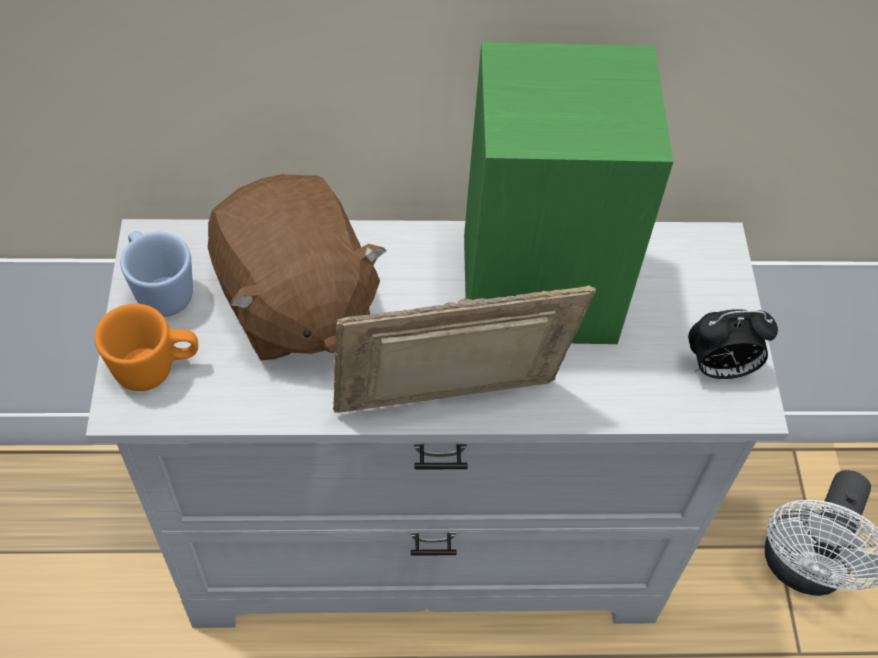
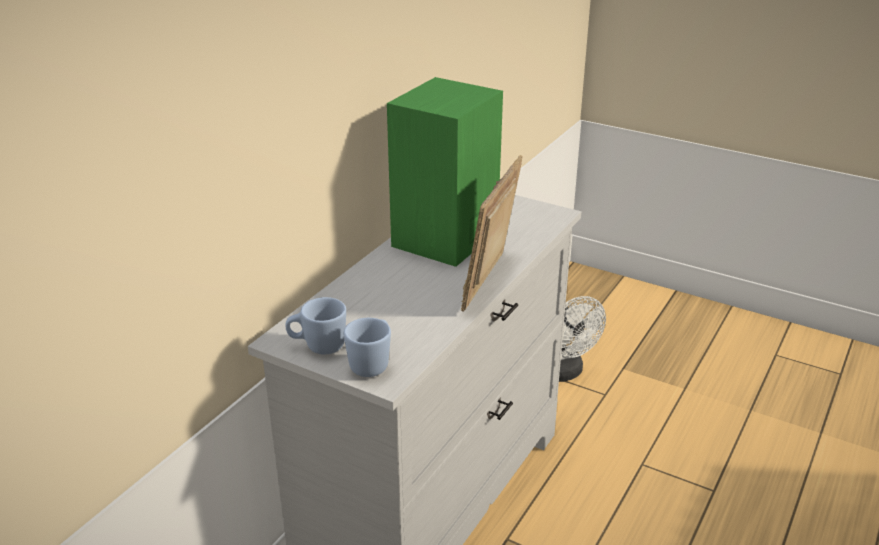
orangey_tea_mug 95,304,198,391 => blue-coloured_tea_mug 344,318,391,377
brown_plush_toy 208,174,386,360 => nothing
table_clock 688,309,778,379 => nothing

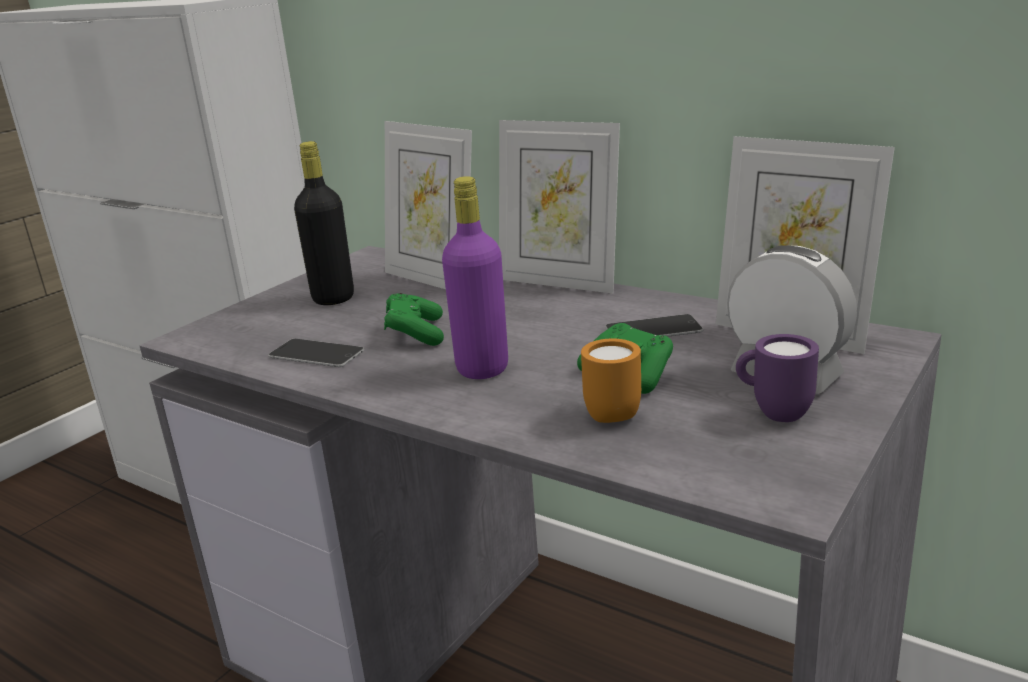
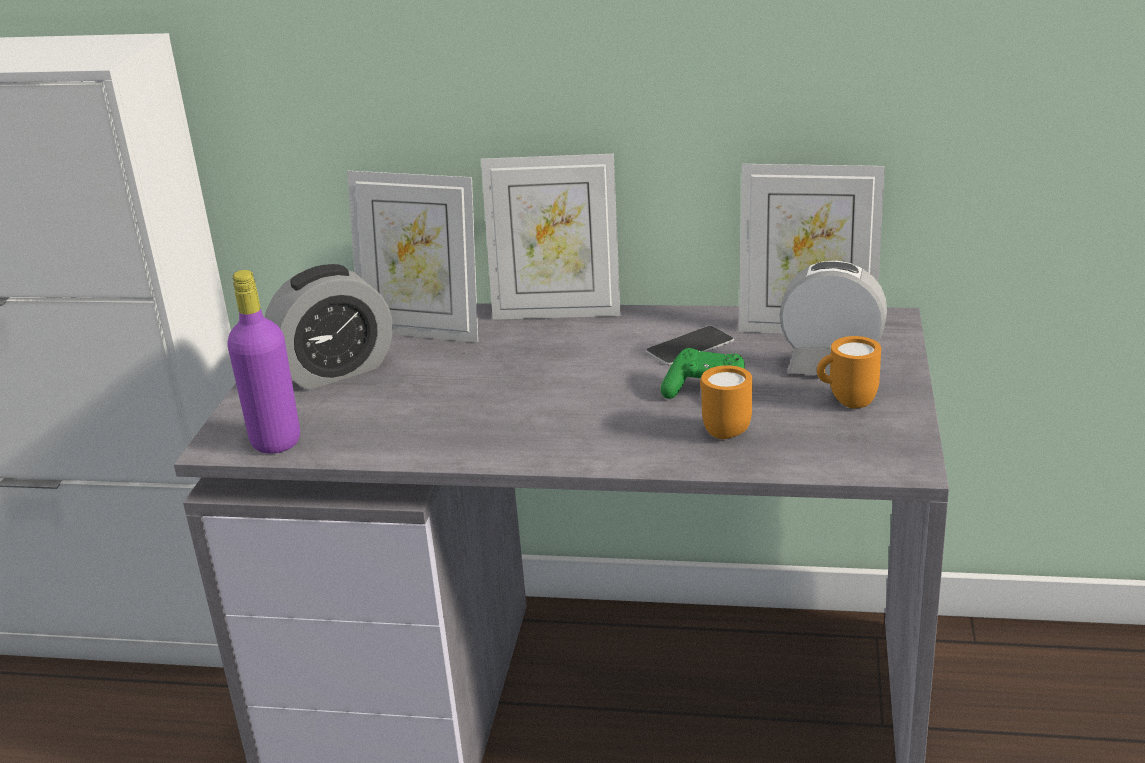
purplish_bottle 442,176,508,379 => purplish_bottle 227,270,300,454, moved
blackish_bottle 294,141,354,305 => table_clock 265,264,393,390
purplish_tea_mug 736,334,819,422 => orangey_tea_mug 817,336,881,408
handset 268,339,364,367 => nothing
green-coloured_gamepad 384,293,444,346 => nothing

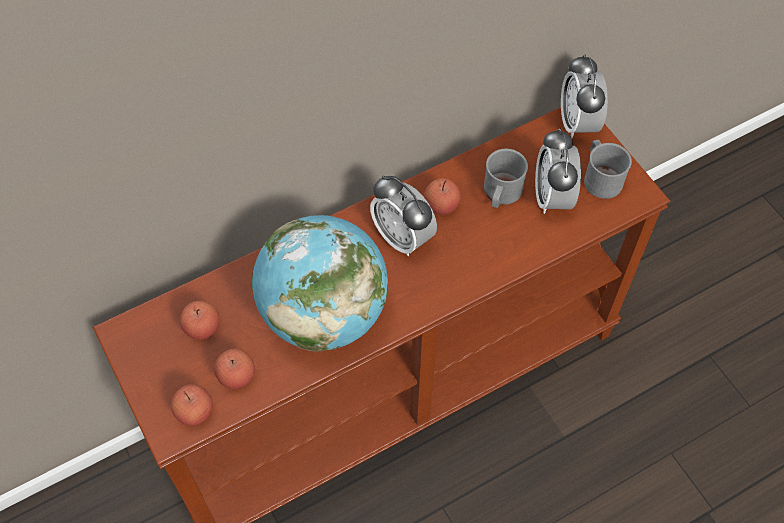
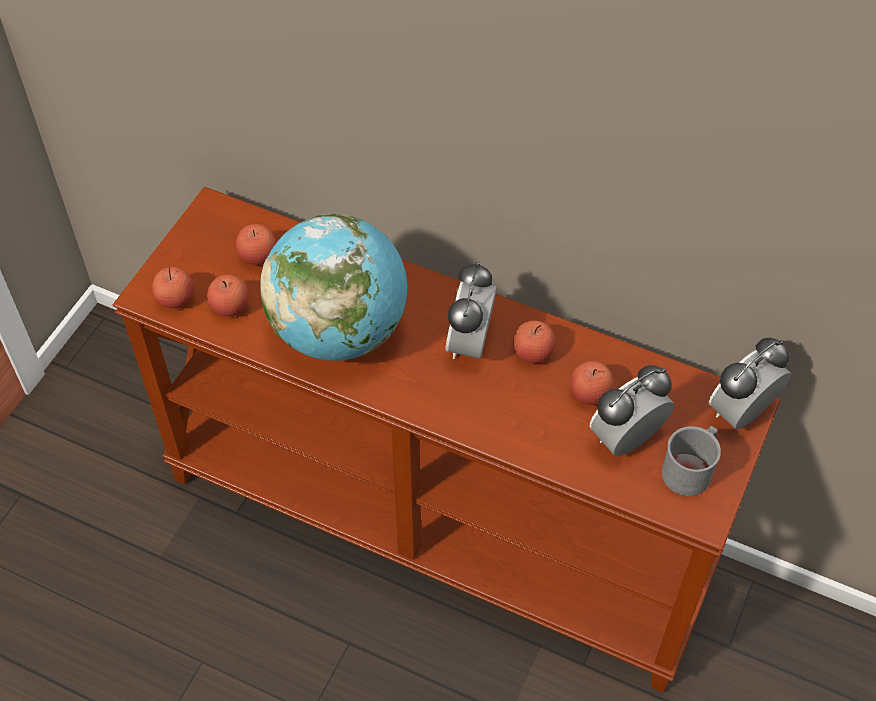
gray_tea_mug 484,149,528,208 => apple 570,361,614,405

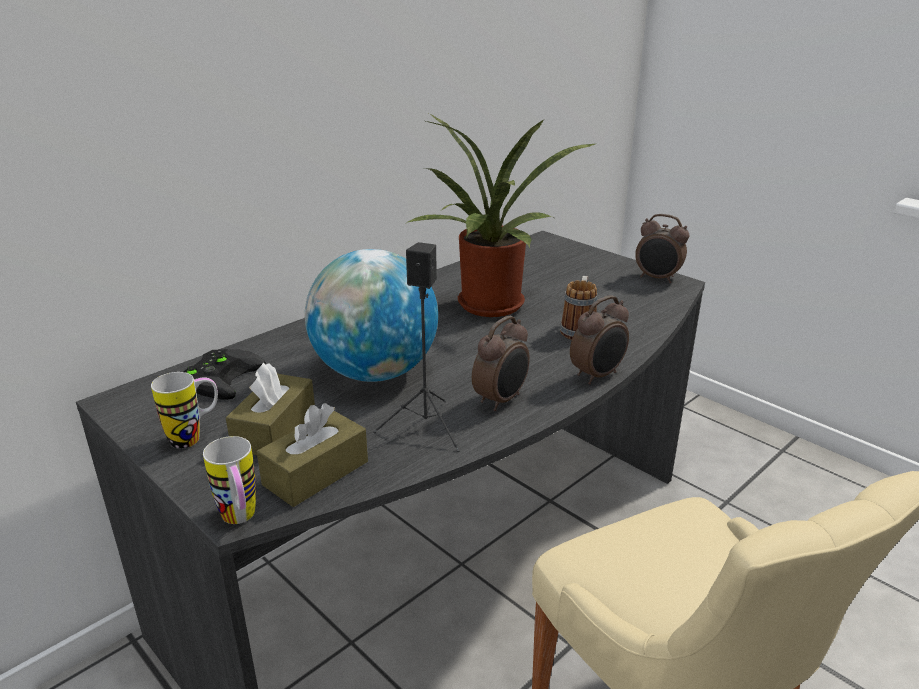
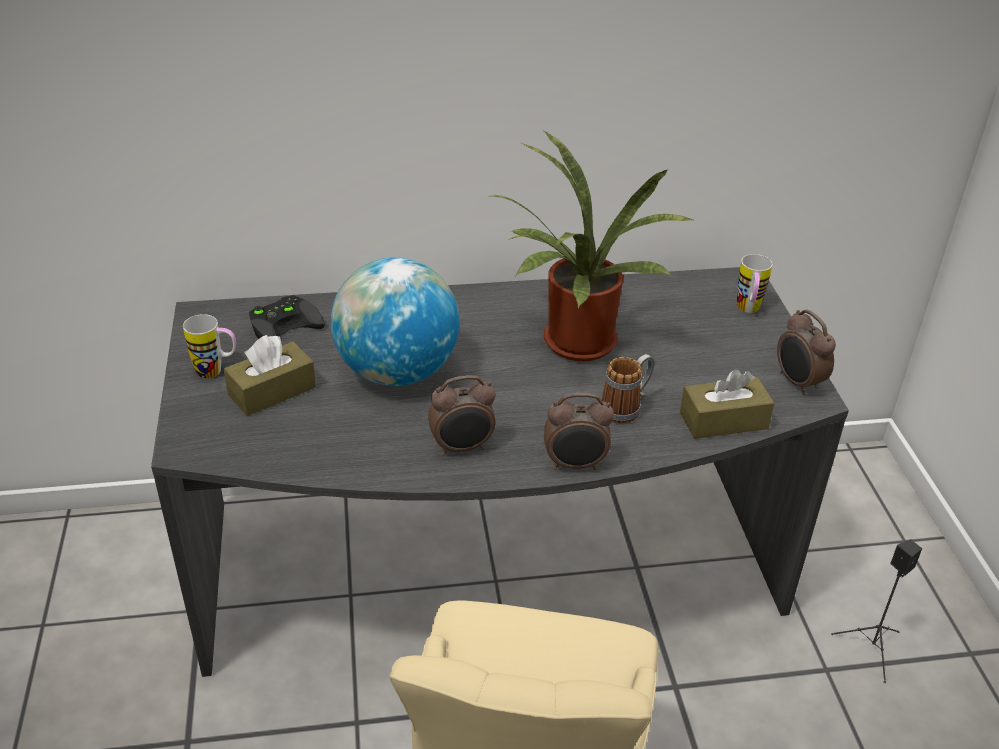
brown_box_of_tissues 257,403,368,507 => brown_box_of_tissues 680,369,774,439, moved
tea_mug 203,436,256,524 => tea_mug 737,254,773,313, moved
blackish_speaker 373,242,460,452 => blackish_speaker 831,539,922,683, moved

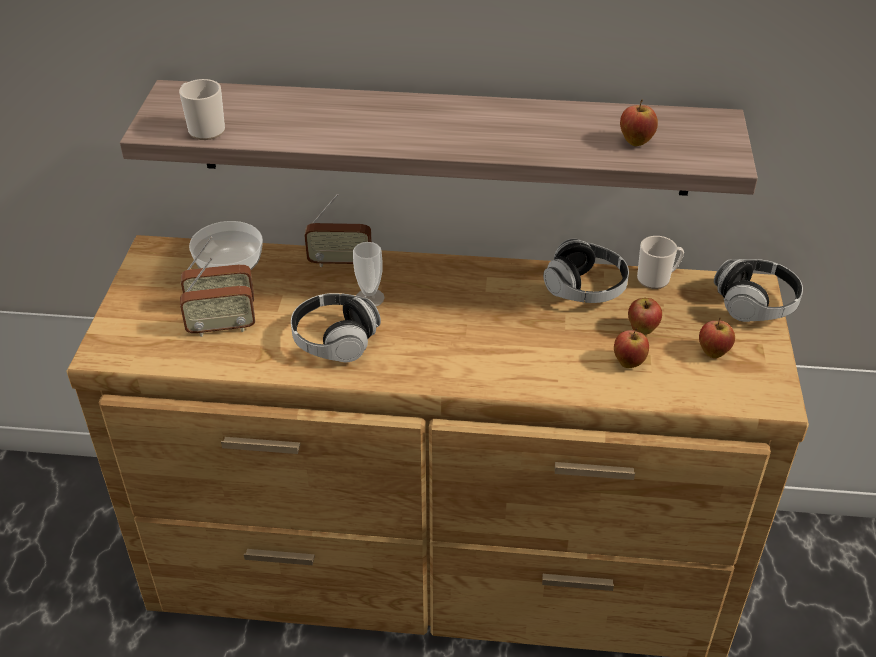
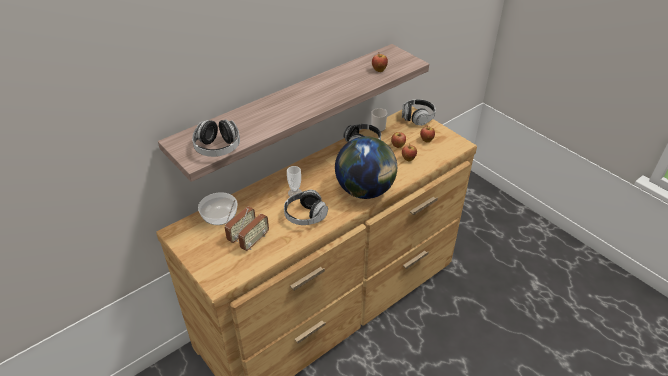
tea_mug 179,79,225,140 => headphones 192,120,240,157
nothing => world_globe 335,136,397,199
radio 304,194,372,267 => nothing

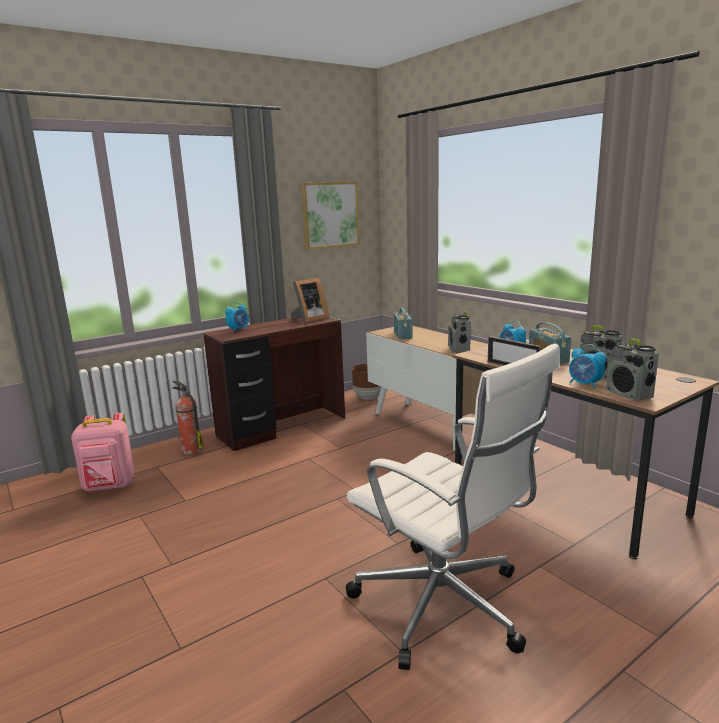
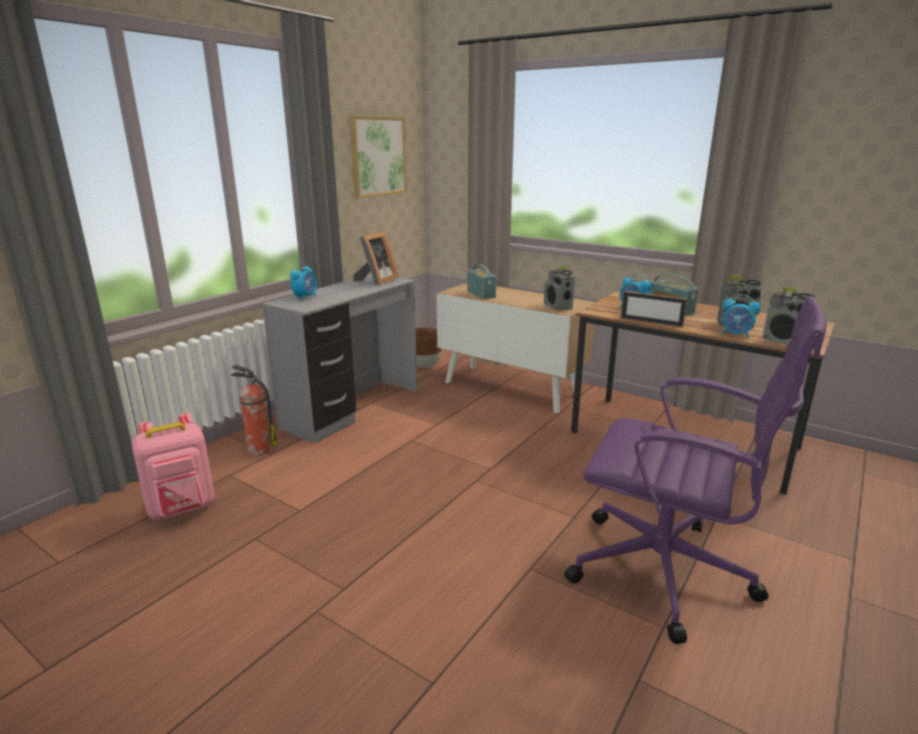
brown_desk_table 203,316,345,451 => gray_desk_table 262,274,417,444
white-coloured_computer_chair 346,344,560,670 => purplish_computer_chair 564,296,827,644

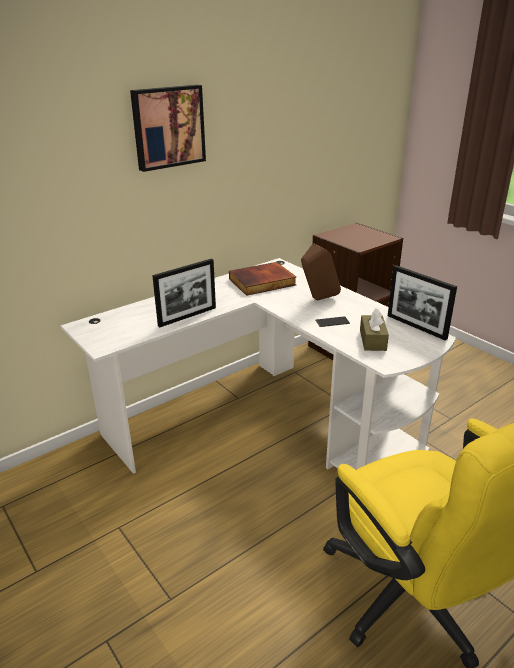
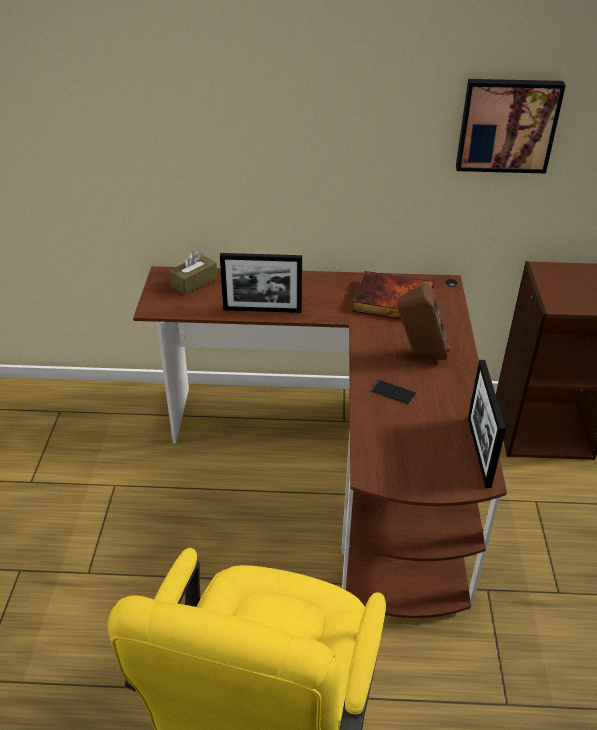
white-coloured_desk_table 60,258,456,474 => brown_desk_table 133,266,507,618
brown_box_of_tissues 360,308,389,351 => brown_box_of_tissues 169,250,218,295, moved
picture 130,85,206,172 => picture 456,79,566,173, moved

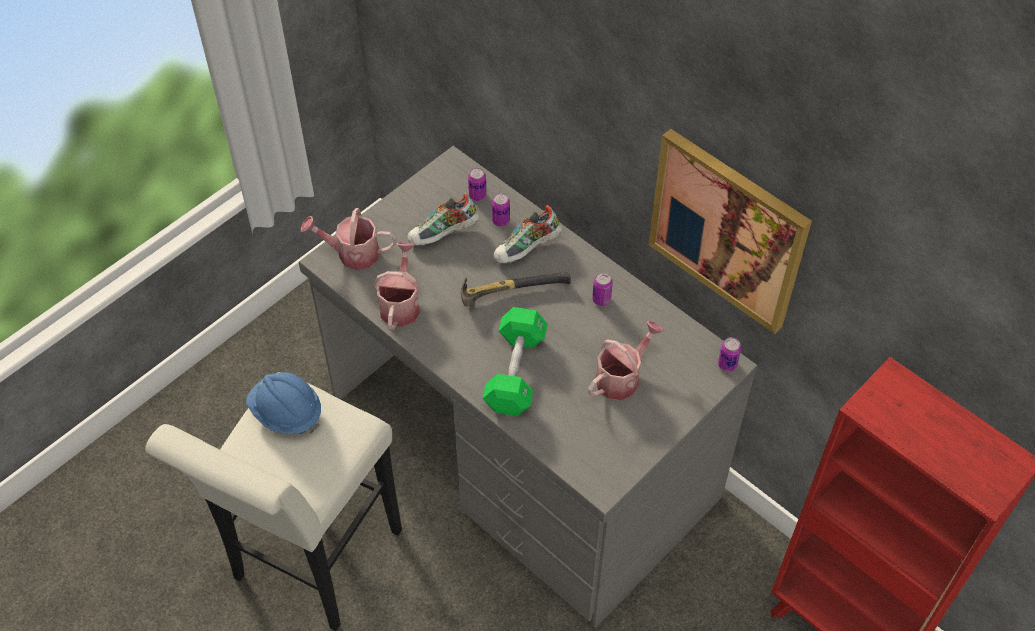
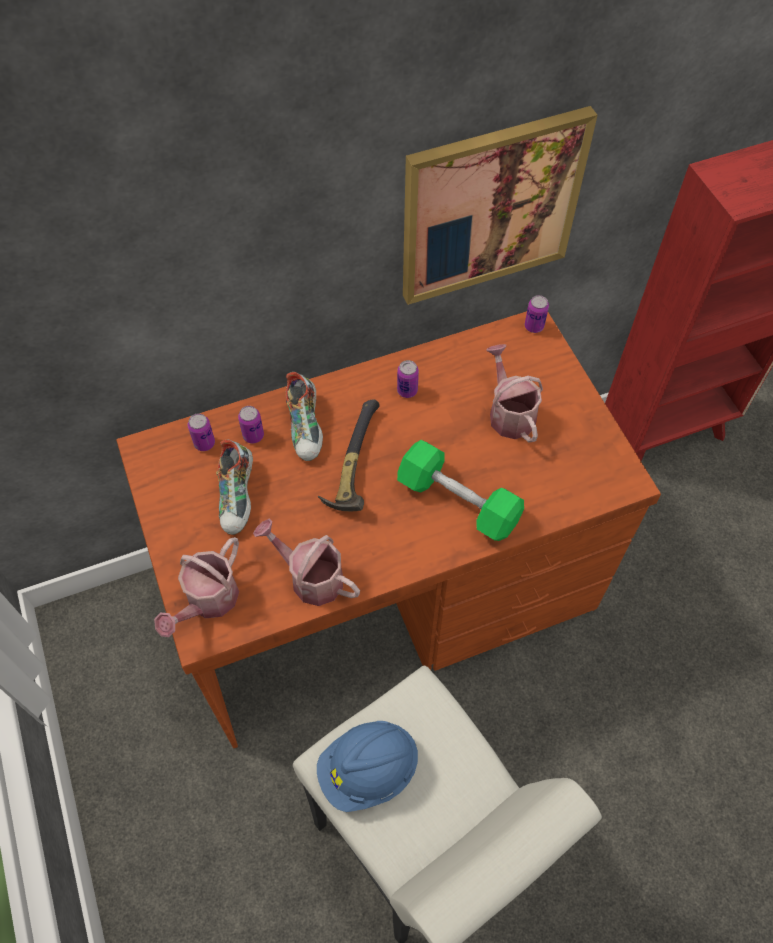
gray_desk_table 299,146,757,628 => brown_desk_table 116,311,661,748

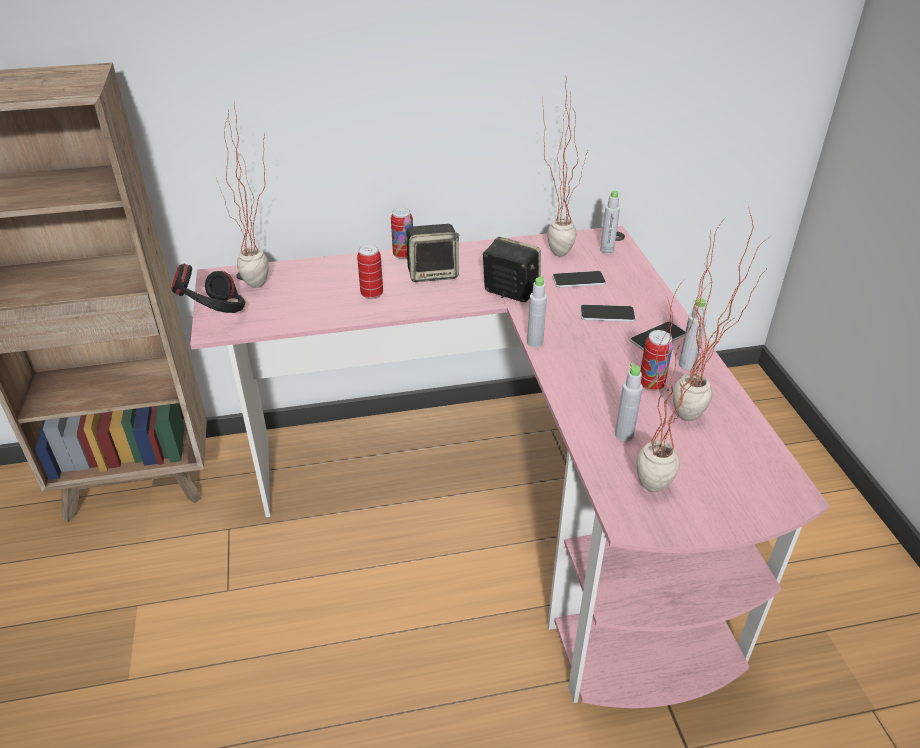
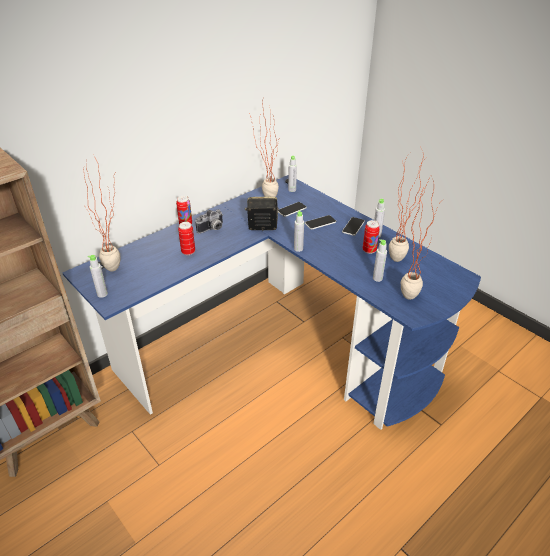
pink_desk_table 190,226,829,708 => blue-coloured_desk_table 62,175,481,430
blackish_headphones 171,264,245,313 => gray_bottle 88,255,108,298
speaker 404,224,459,282 => photo_camera 195,209,223,234

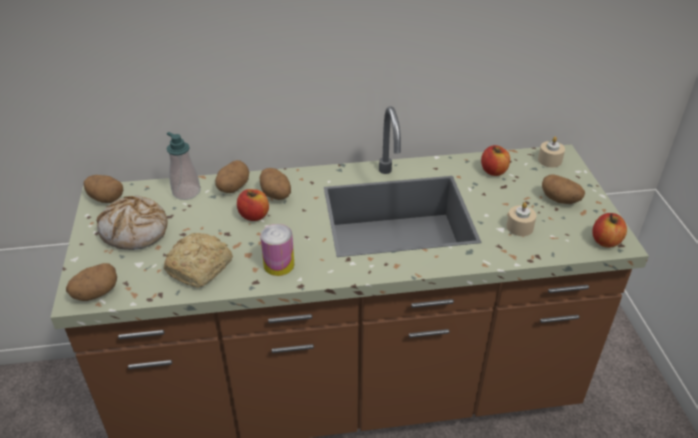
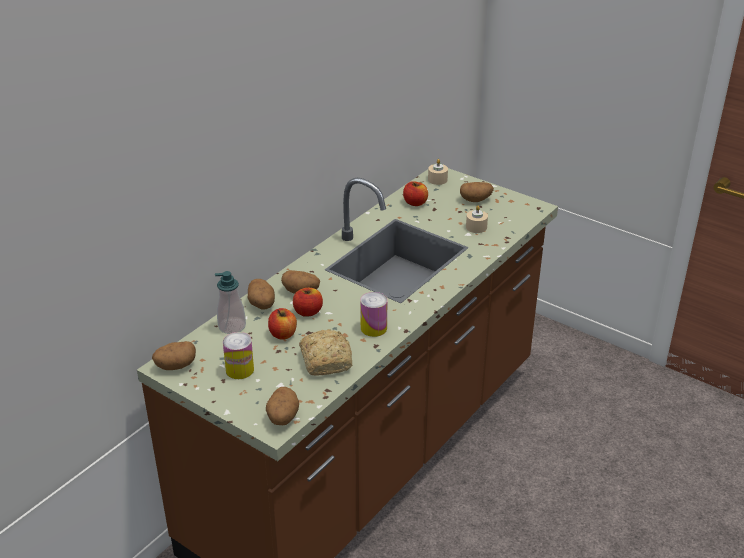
bakery_bread 96,196,168,250 => sealed_can 223,332,254,379
apple 592,213,627,248 => apple 268,308,297,340, moved

